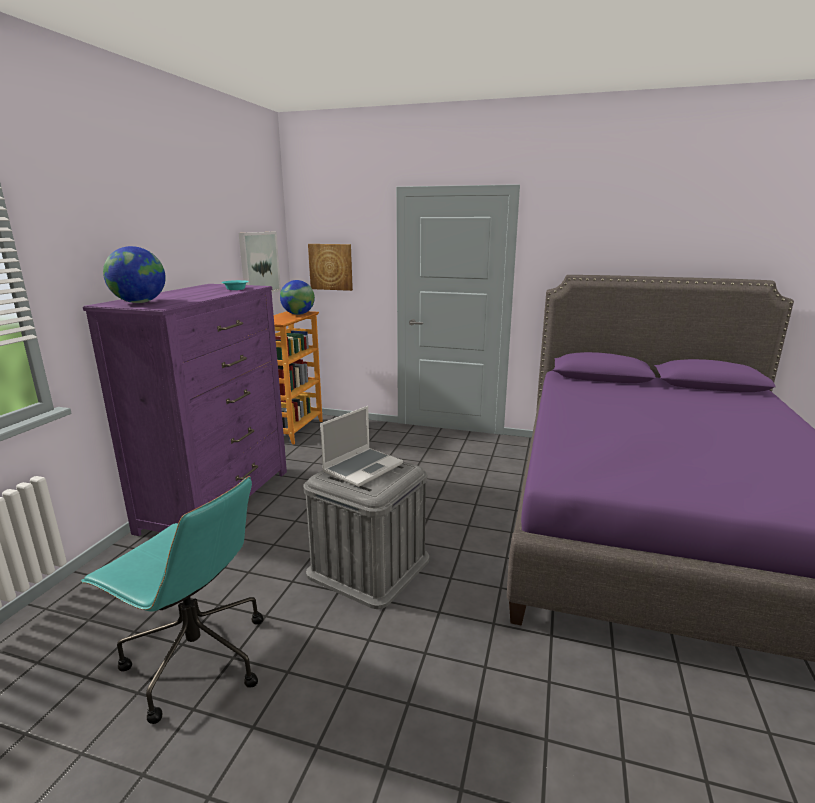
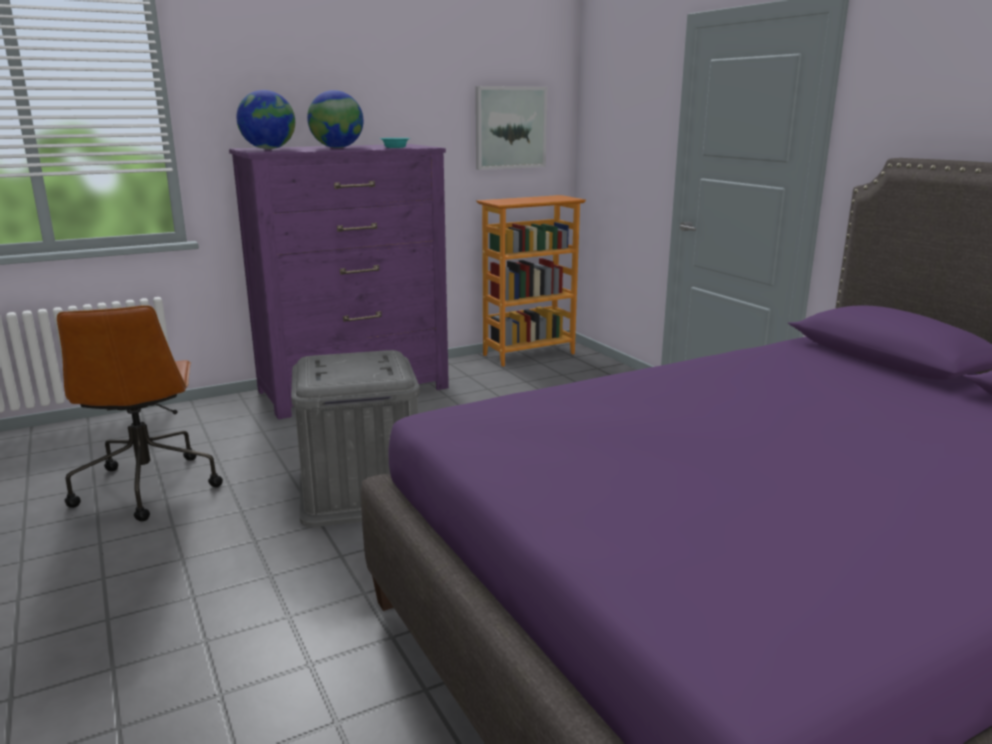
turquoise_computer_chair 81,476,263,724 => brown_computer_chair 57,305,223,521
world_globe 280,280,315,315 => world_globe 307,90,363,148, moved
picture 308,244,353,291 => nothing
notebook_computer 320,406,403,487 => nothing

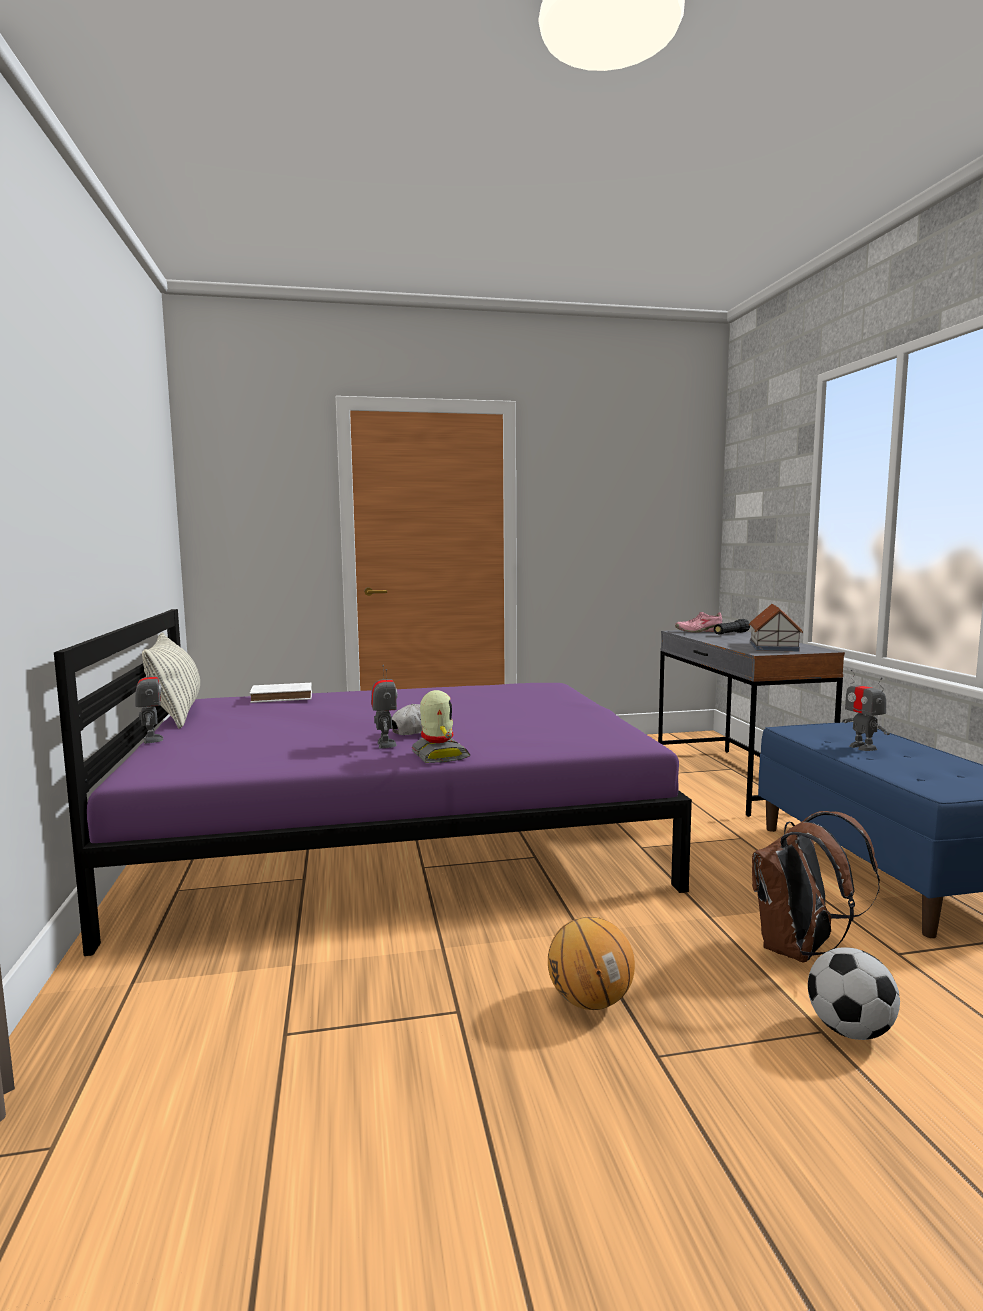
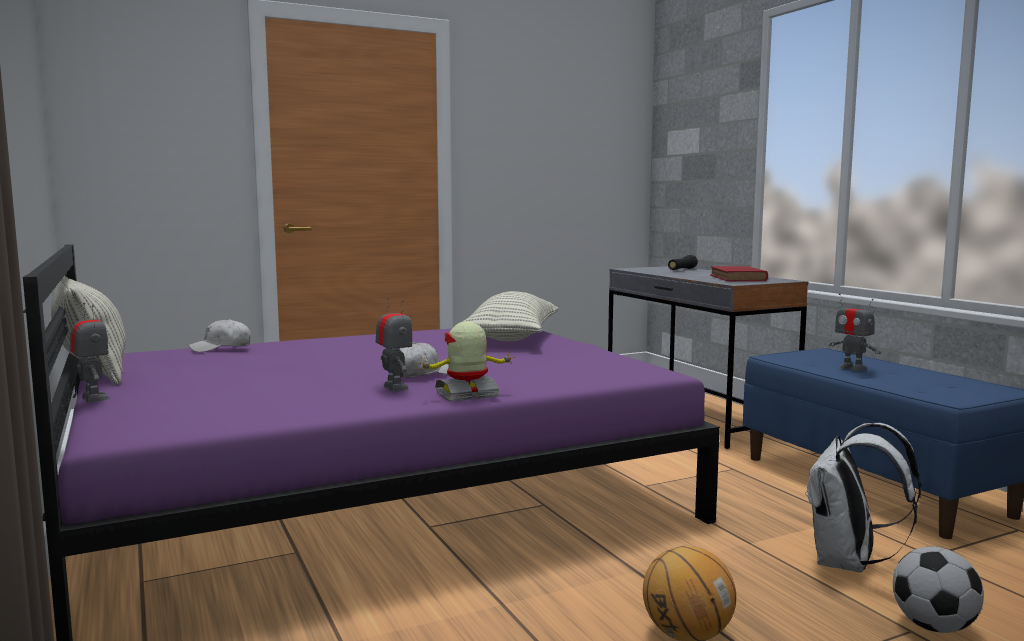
white-coloured_volume 250,683,312,703 => white-coloured_cap 188,318,251,352
toy_robot 412,690,470,763 => toy_robot 418,321,515,401, 75 degrees counterclockwise
nothing => pillow 462,291,558,341
toy_house 749,604,803,651 => red-coloured_volume 710,266,768,281
brown_knapsack 752,811,880,963 => white-coloured_knapsack 805,423,922,573
pink_low_shoe 675,612,722,633 => nothing

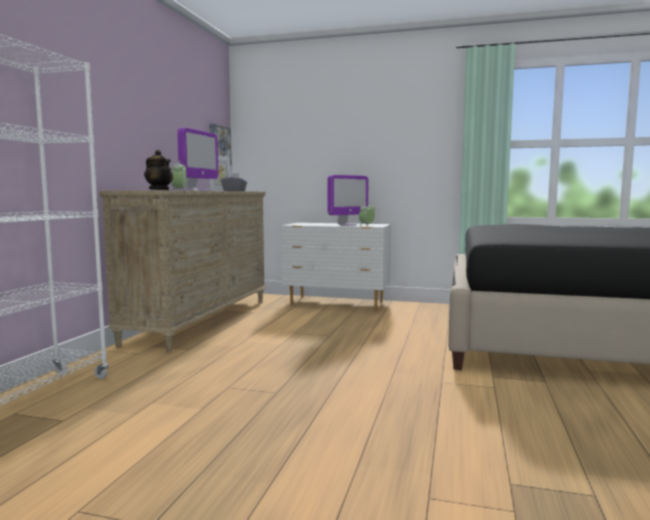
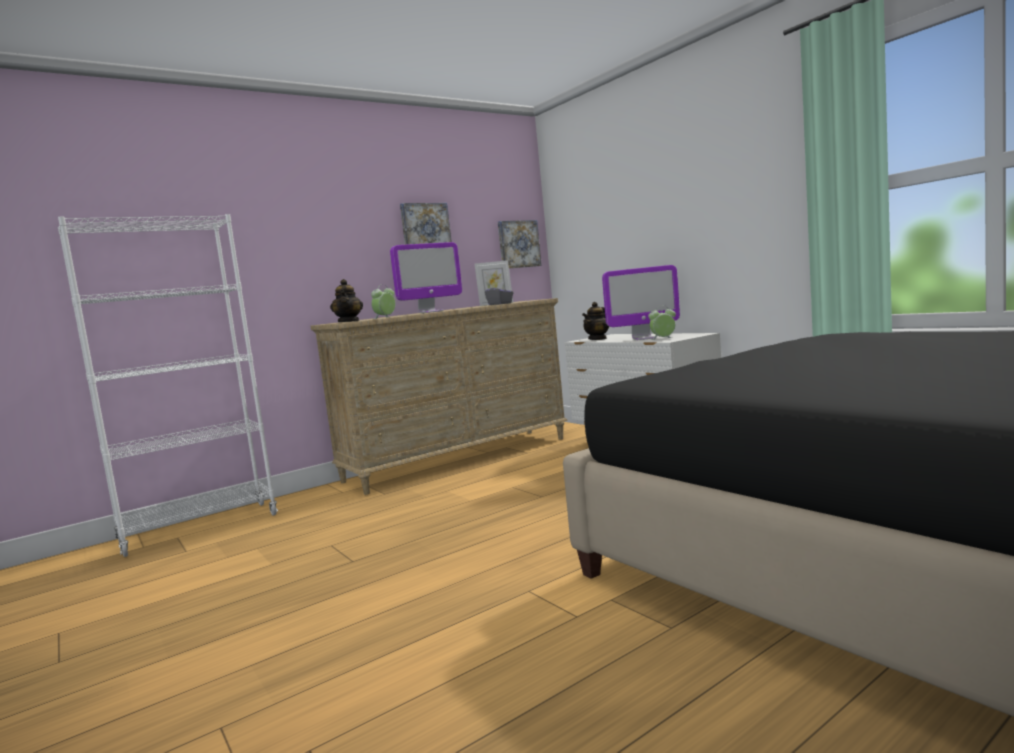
nothing => picture 400,203,452,245
nothing => teapot 582,302,609,340

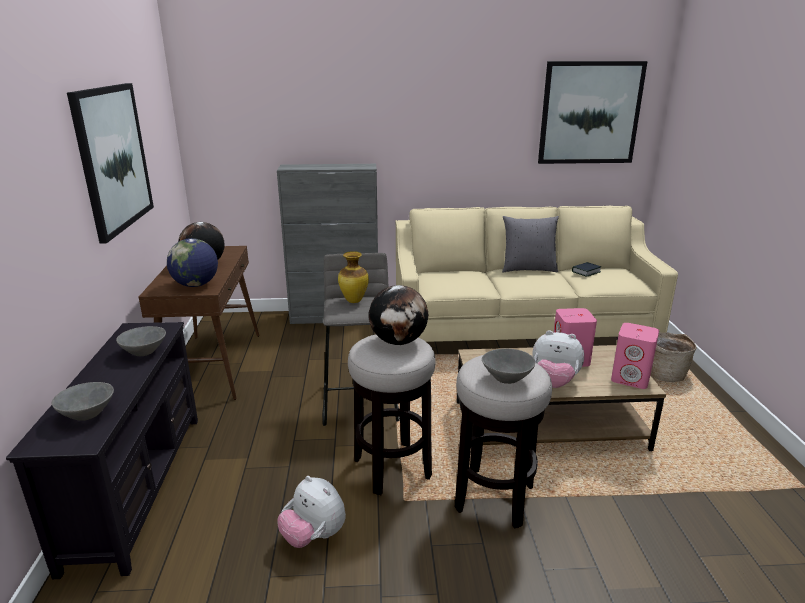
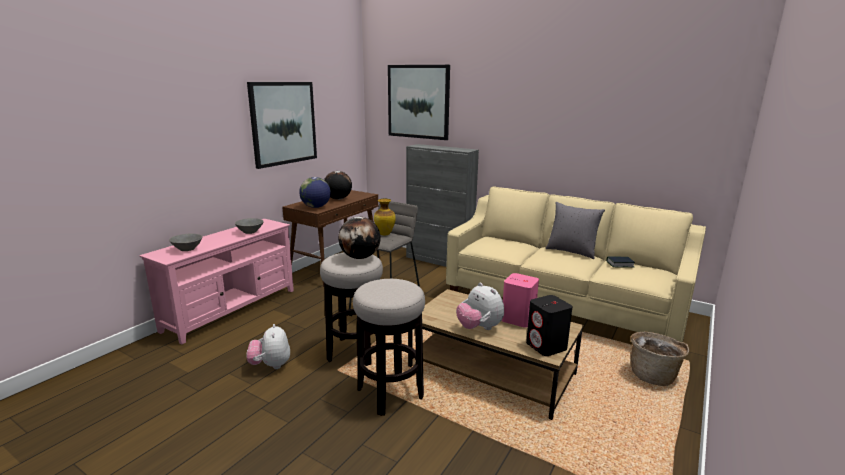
blackish_tv_unit 6,322,198,579 => pink_tv_unit 139,219,294,344
picture 538,61,648,164 => picture 388,65,450,140, moved
pink_speaker 611,323,659,389 => blackish_speaker 526,295,573,356
gray_deep_dish 482,348,535,384 => nothing

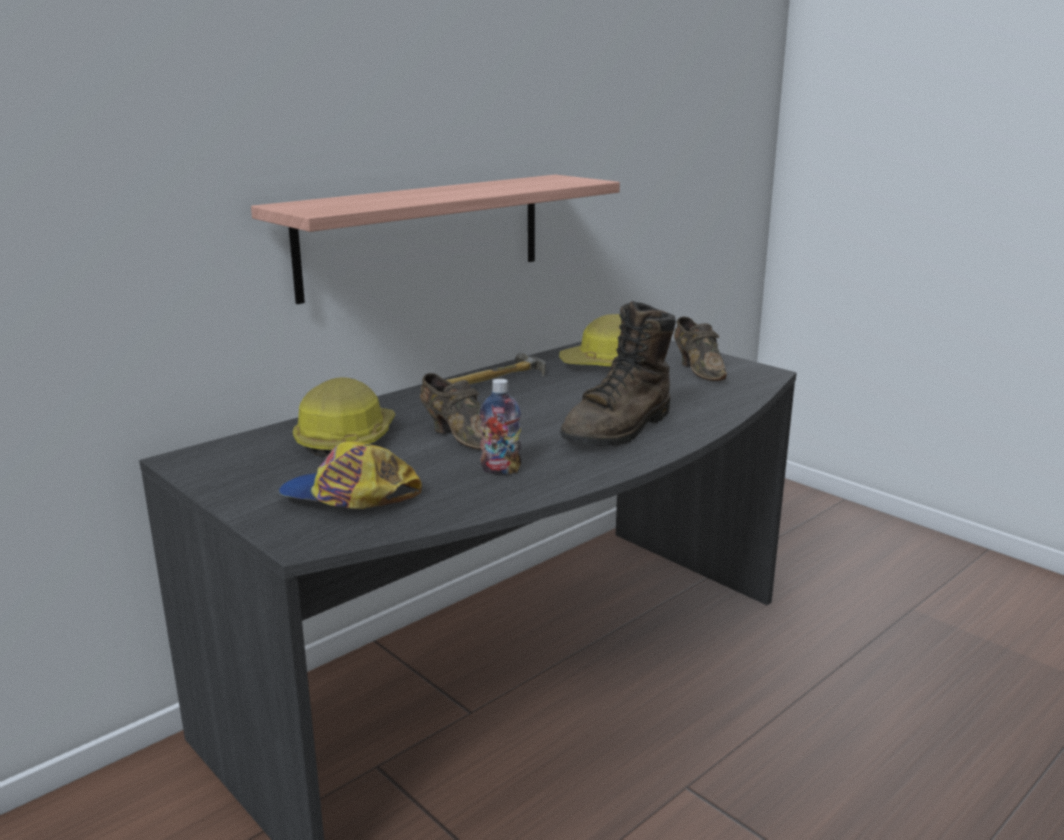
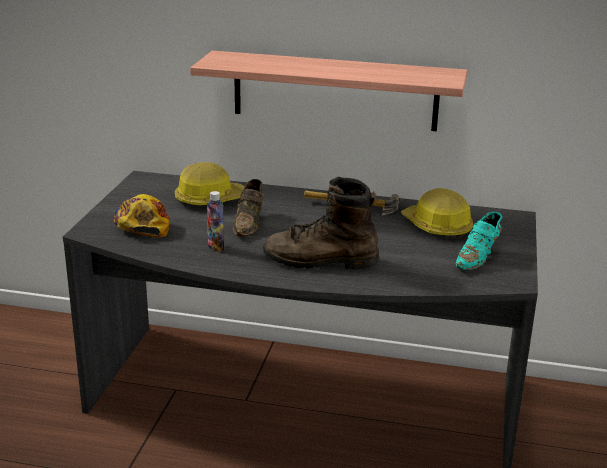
brown_low_shoe 674,317,727,381 => turquoise_low_shoe 456,212,502,270

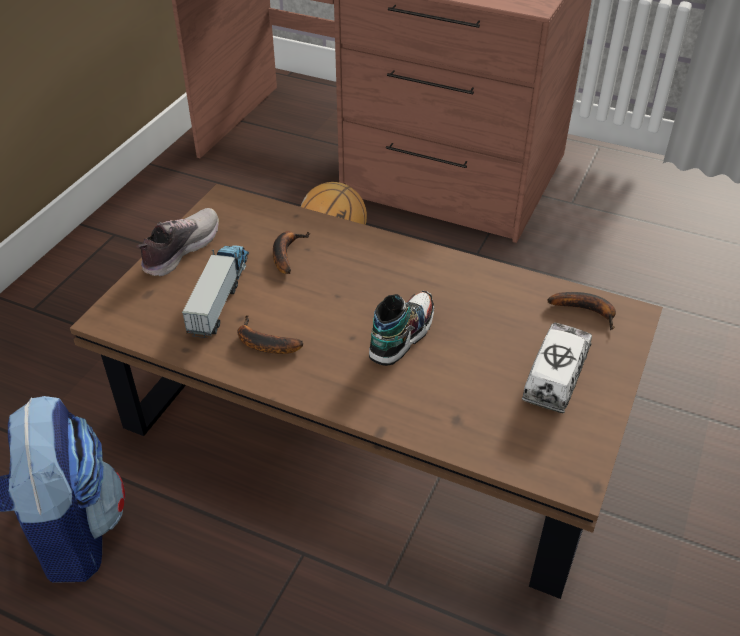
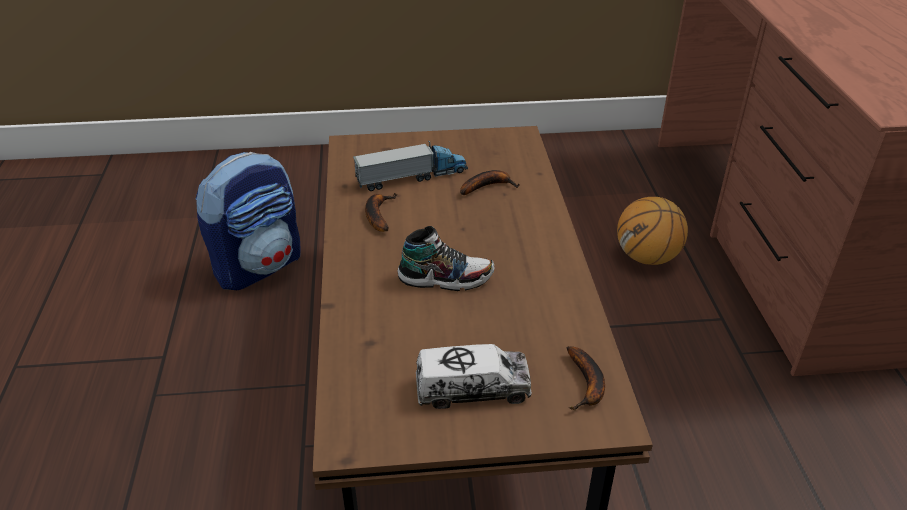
low_shoe 137,208,219,276 => nothing

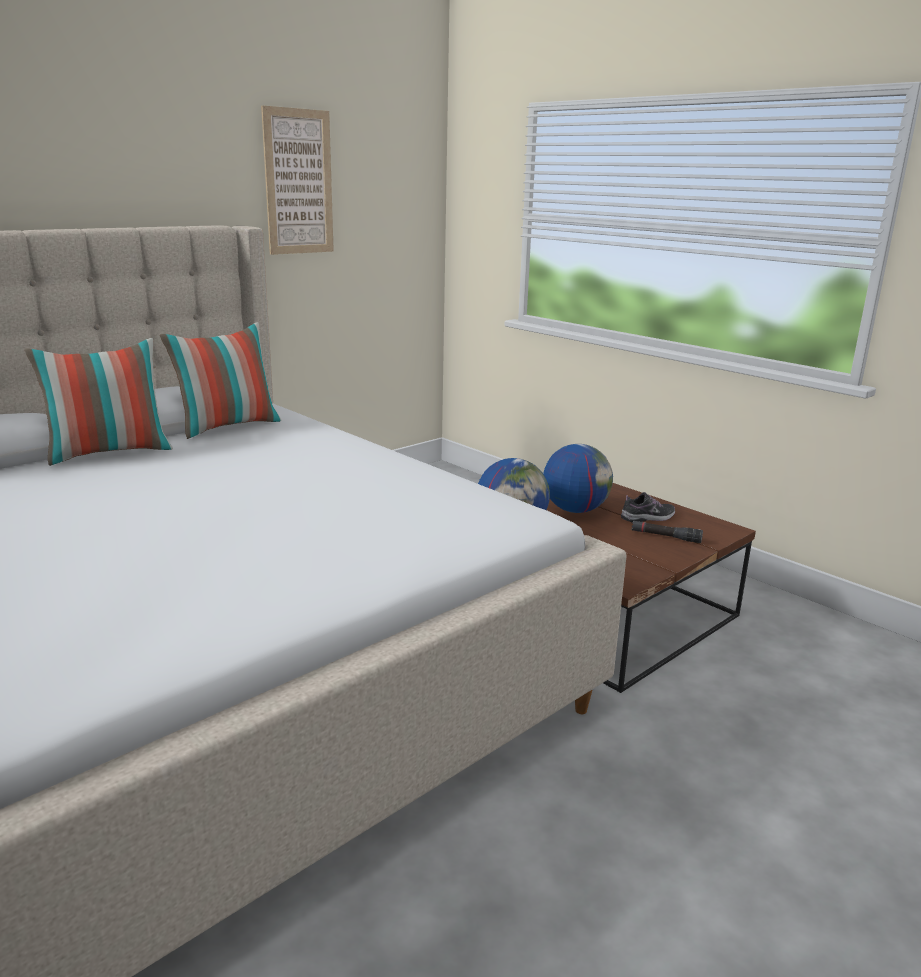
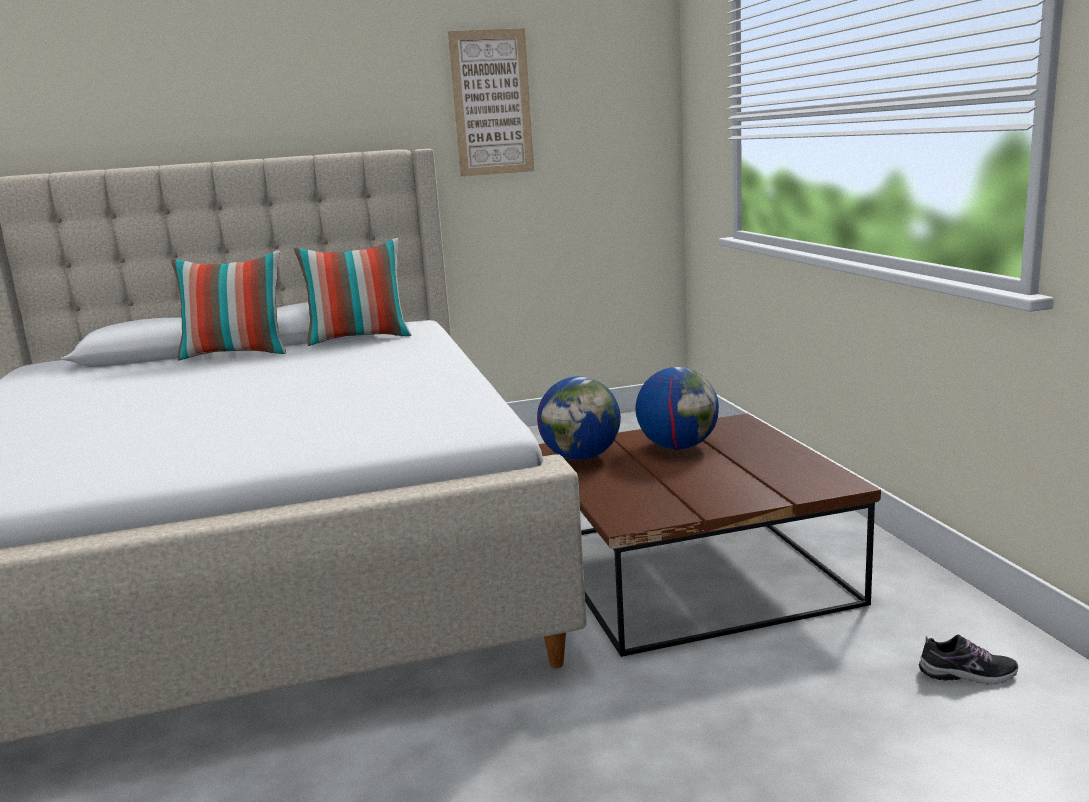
low_shoe 621,492,675,522 => low_shoe 919,635,1018,684, moved
blackish_hand_torch 631,521,703,543 => nothing

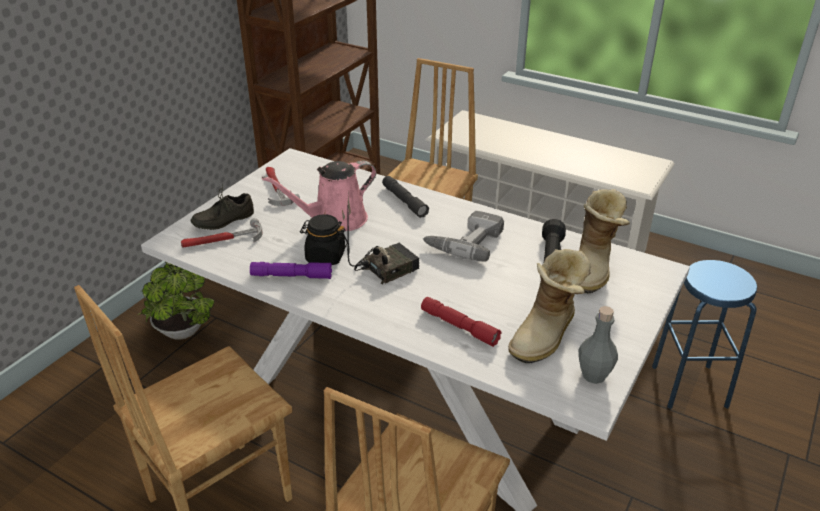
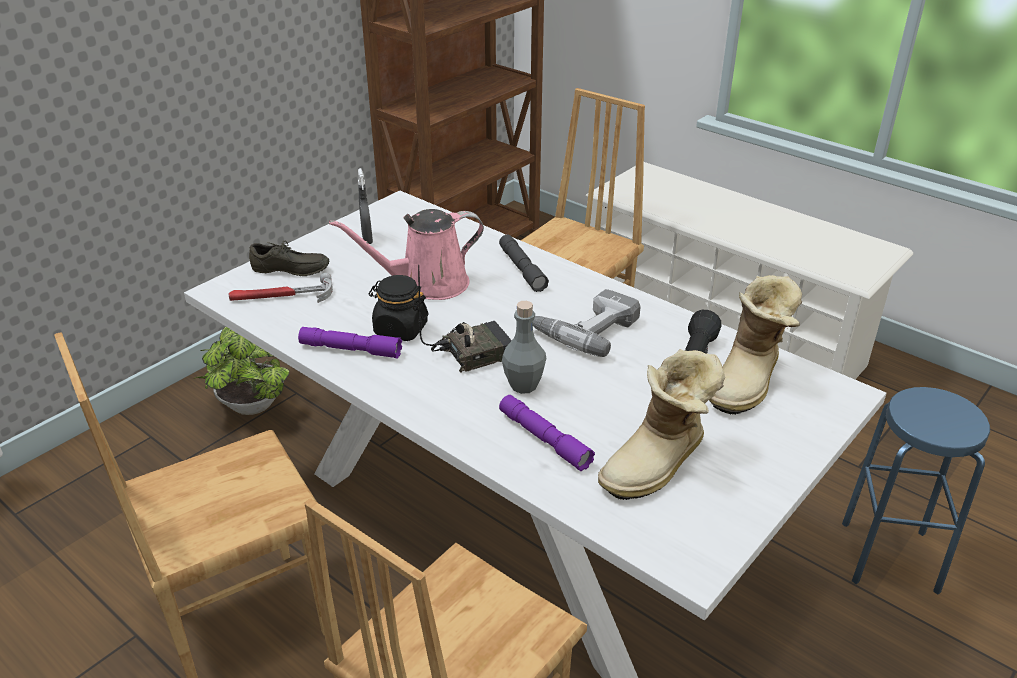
gray_low_shoe 191,186,254,230 => gray_low_shoe 249,240,330,276, 150 degrees counterclockwise
tool_hammer 266,167,300,206 => gray_spray_bottle 358,168,373,244
red-coloured_hand_torch 421,297,502,347 => purplish_hand_torch 499,395,595,471
gray_bottle 579,306,618,384 => gray_bottle 502,301,546,394, moved

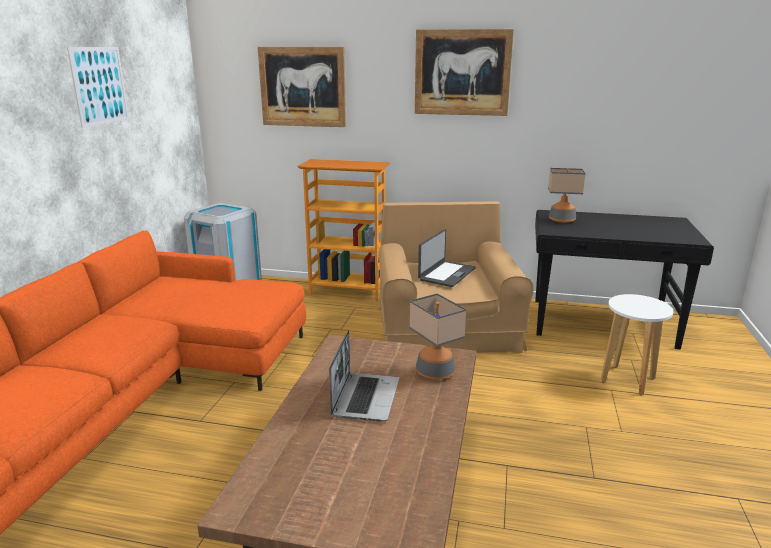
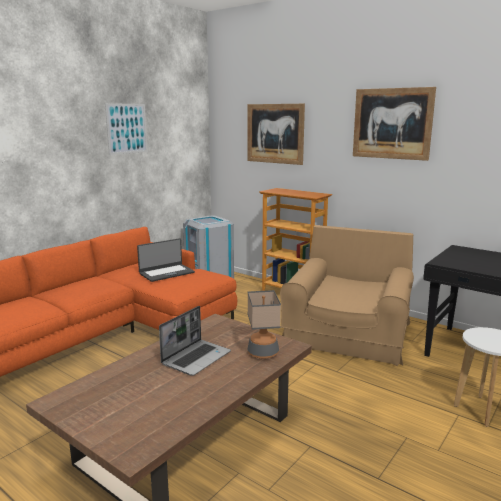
notebook_computer 418,229,476,287 => notebook_computer 137,238,195,282, moved
tabletop_lamp 548,168,586,223 => nothing

